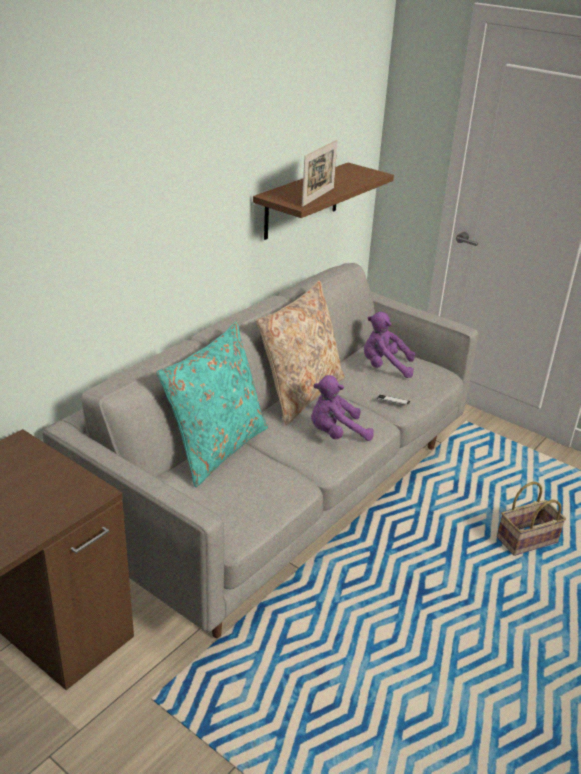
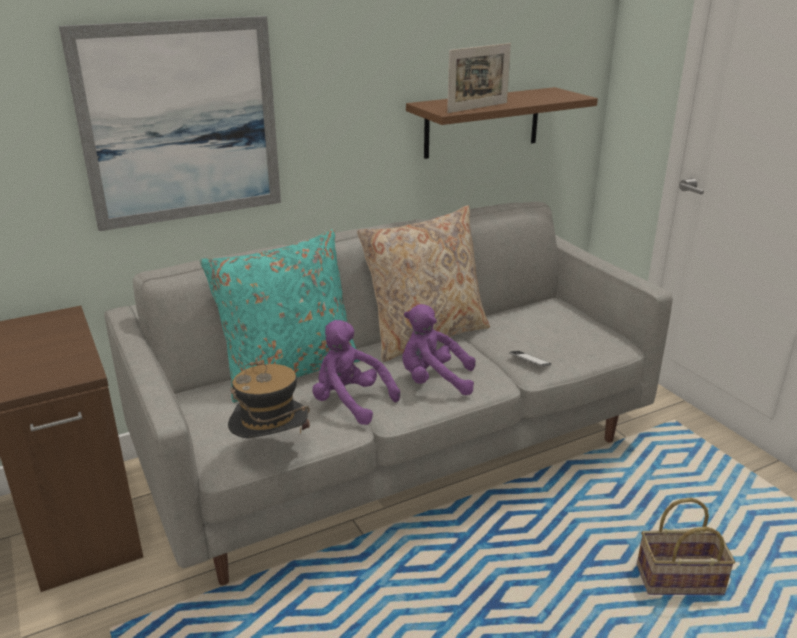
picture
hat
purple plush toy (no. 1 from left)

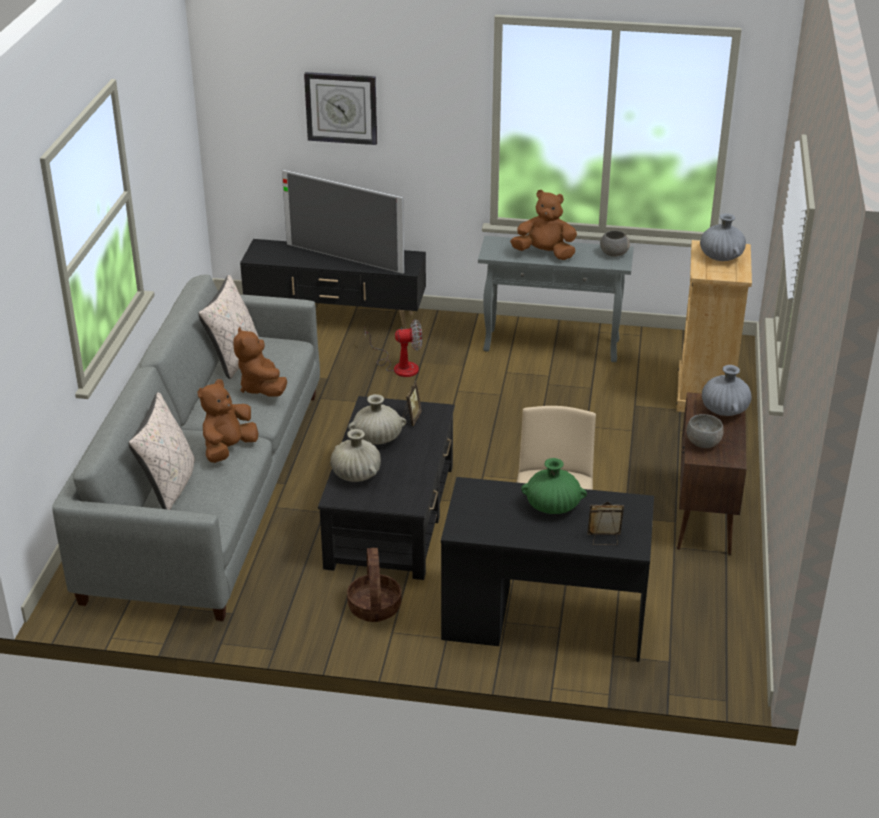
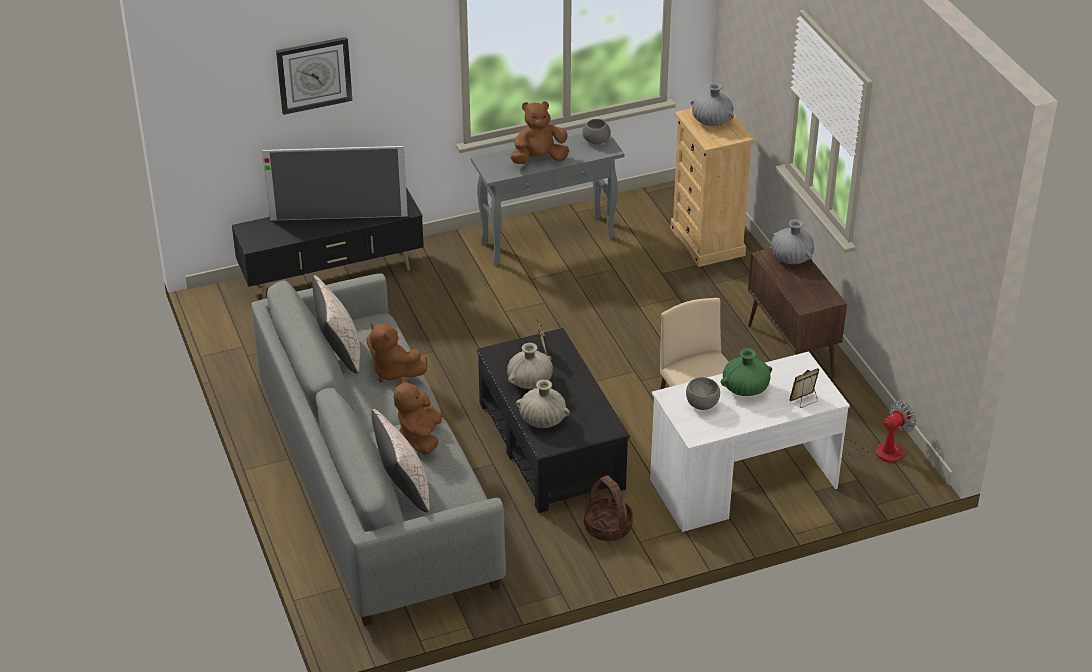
white desk
grey bowl (no. 2 from left)
fan

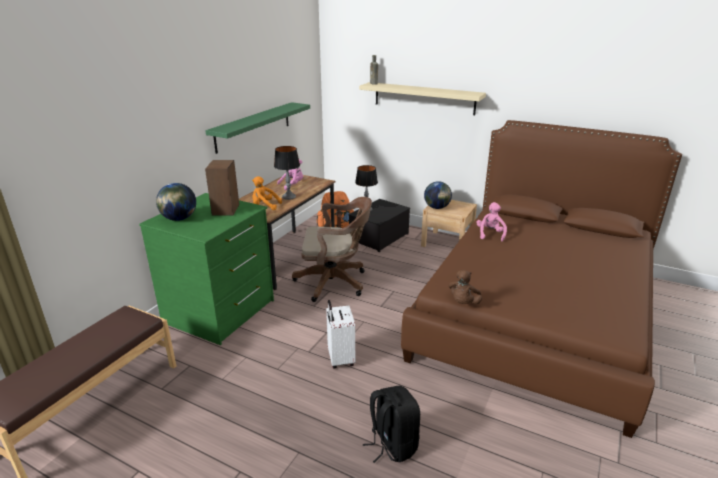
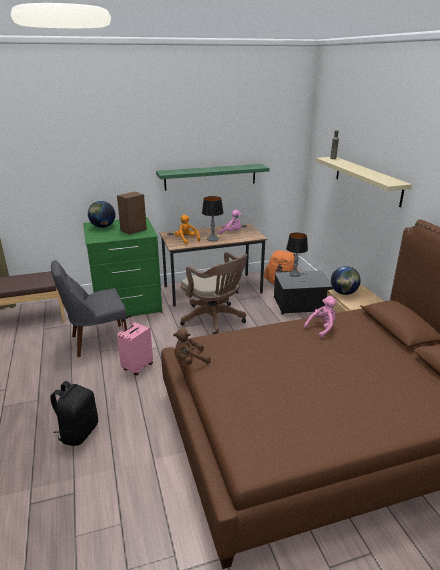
grey chair
pink suitcase

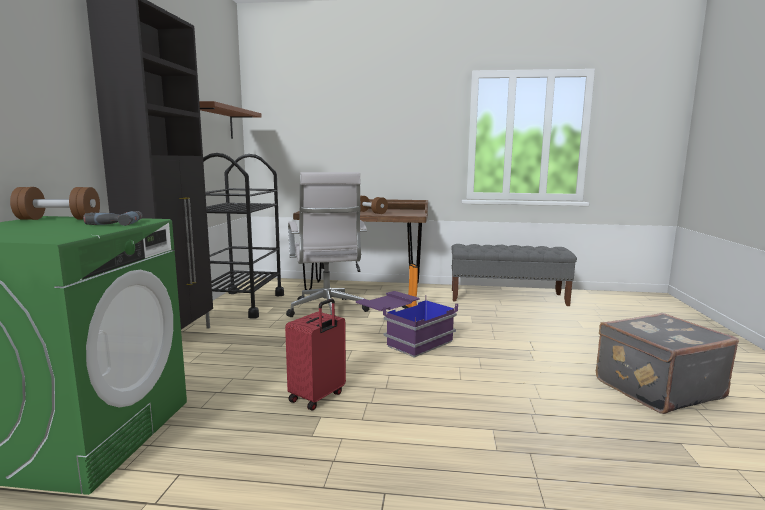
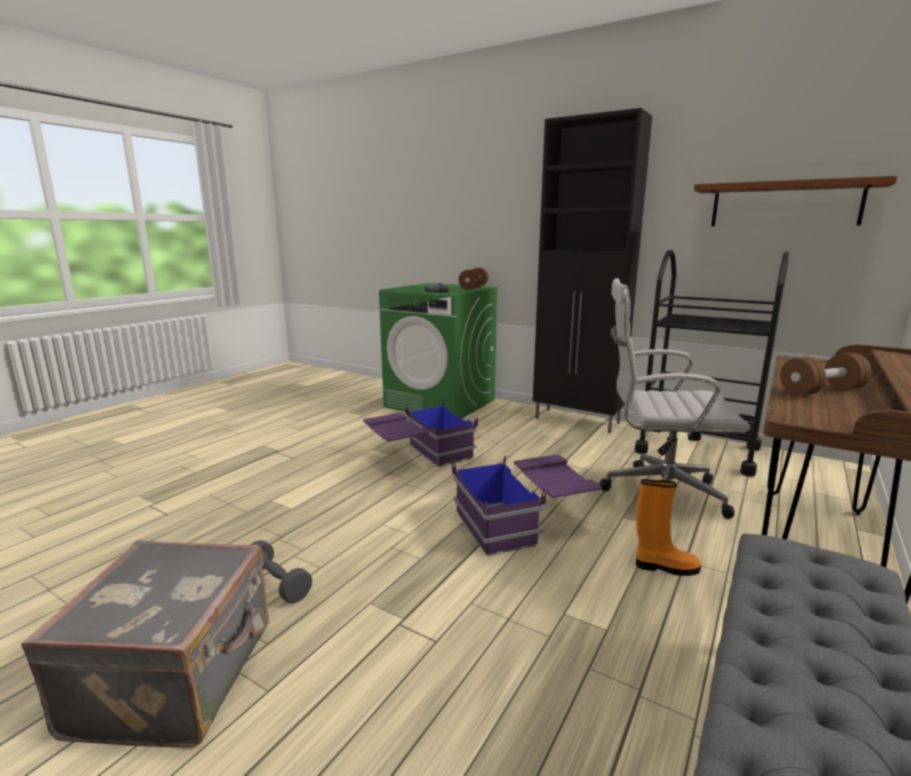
grey dumbbell
purple storage box (no. 1 from left)

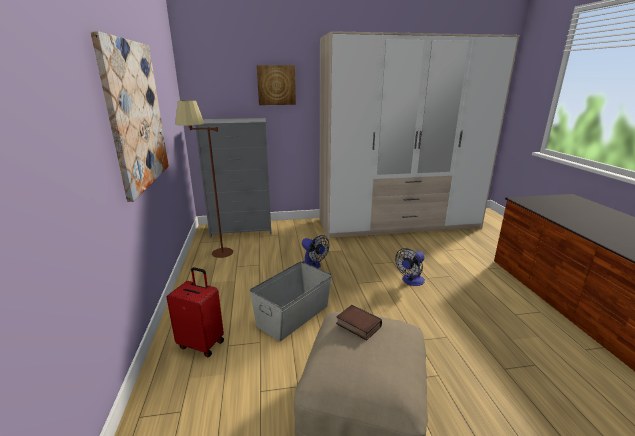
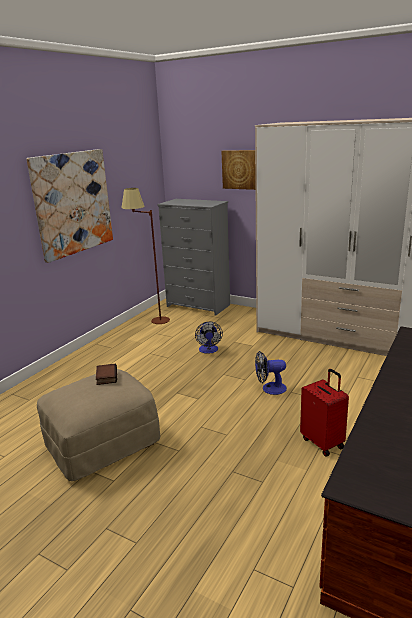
red suitcase
grey storage box

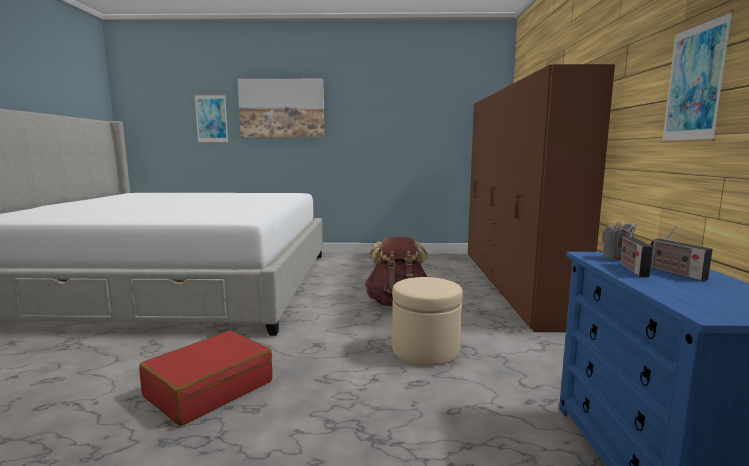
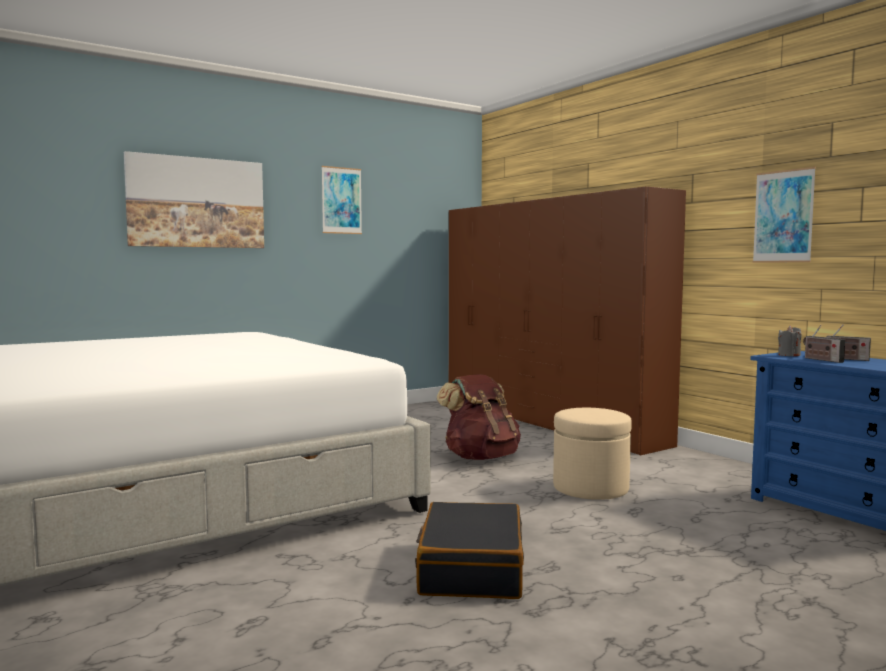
picture (no. 2 from left)
black suitcase

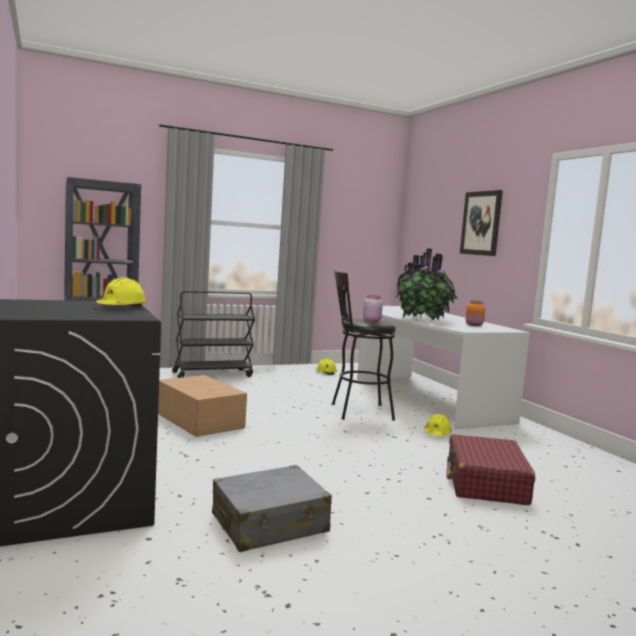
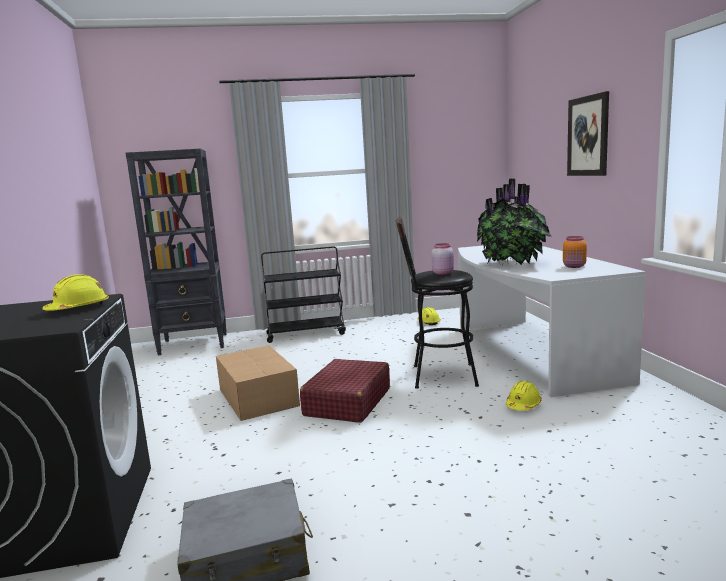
red suitcase

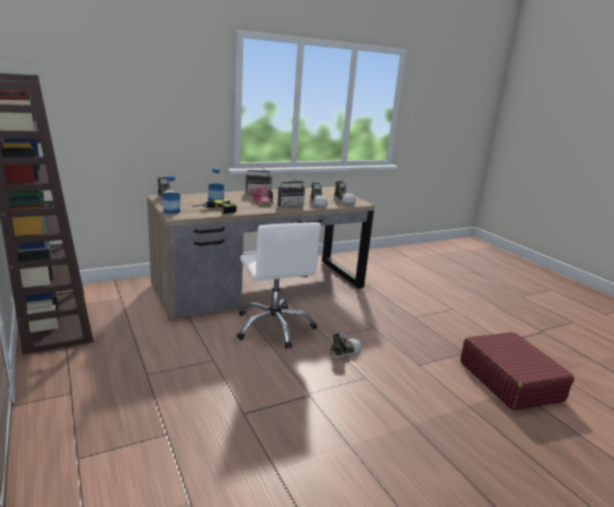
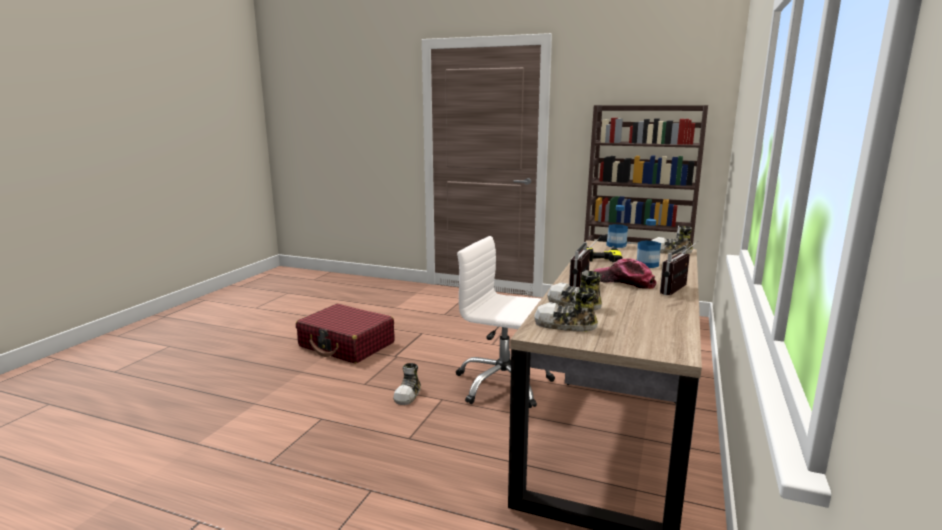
red suitcase

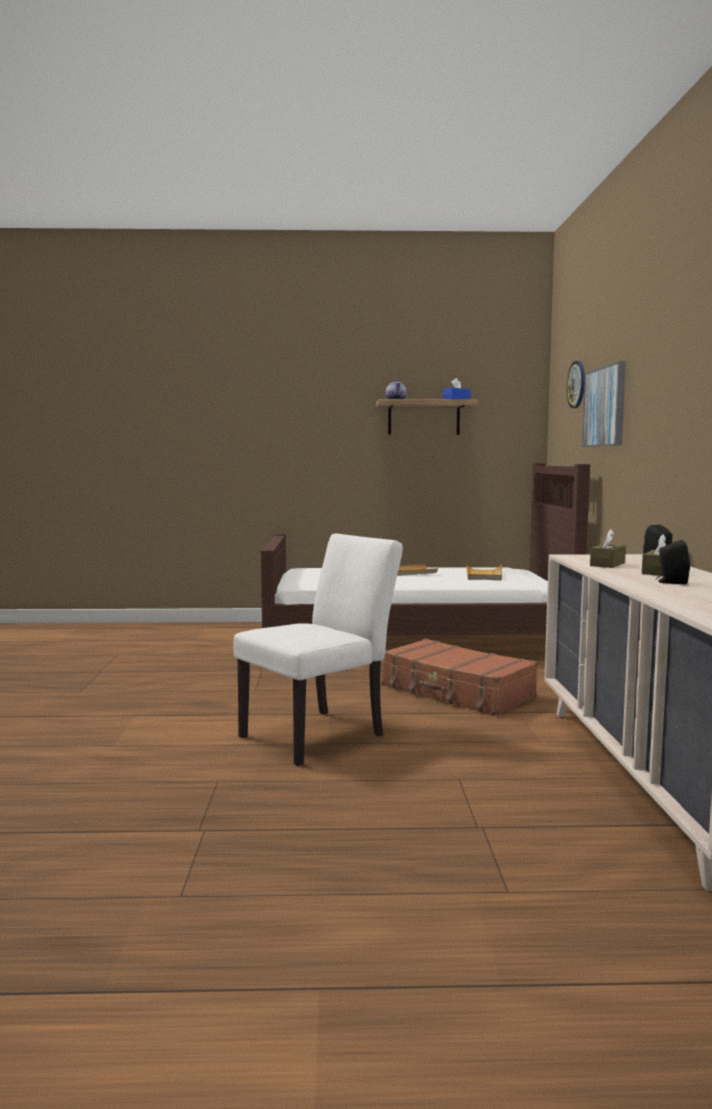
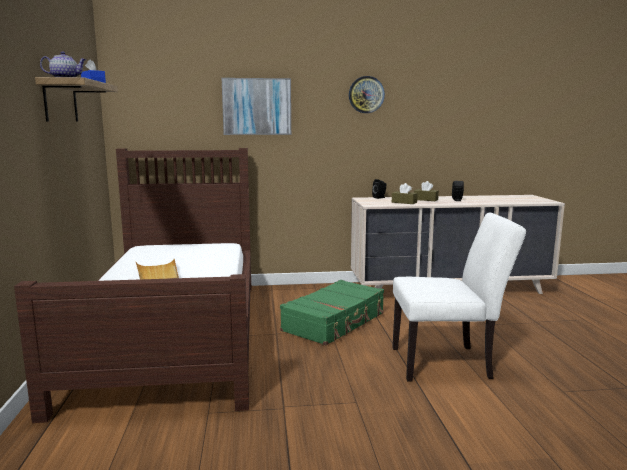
green suitcase
wall clock
white chair
beige tray (no. 2 from left in the first image)

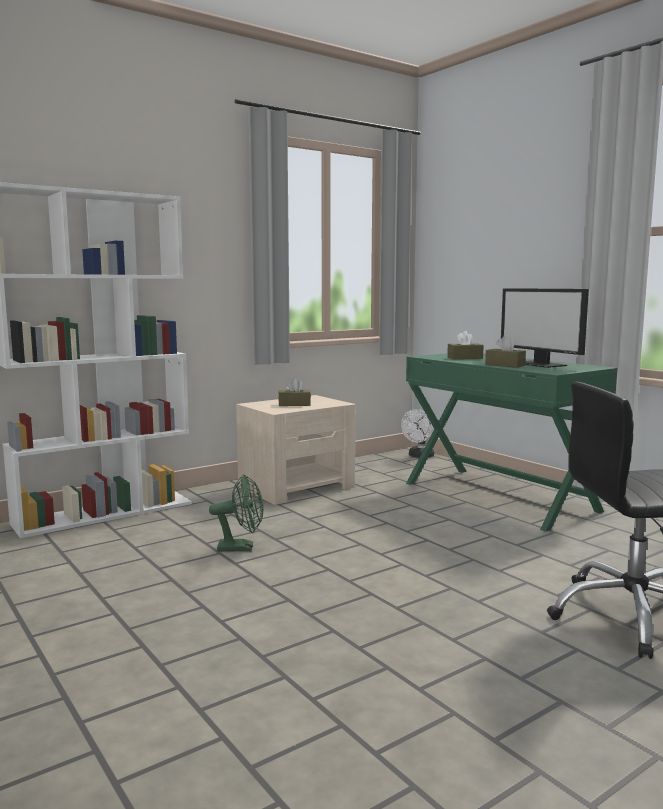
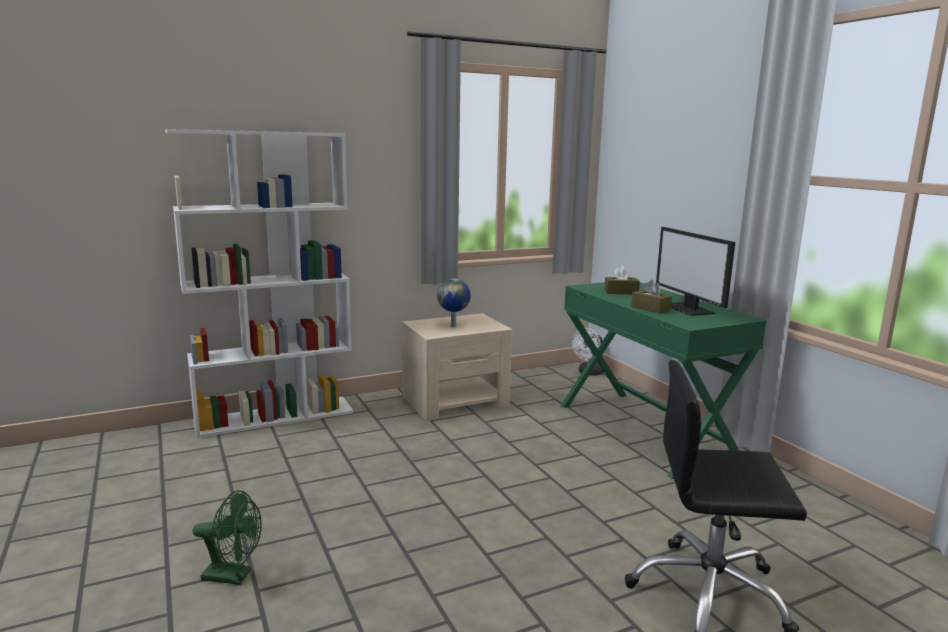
green fan
globe

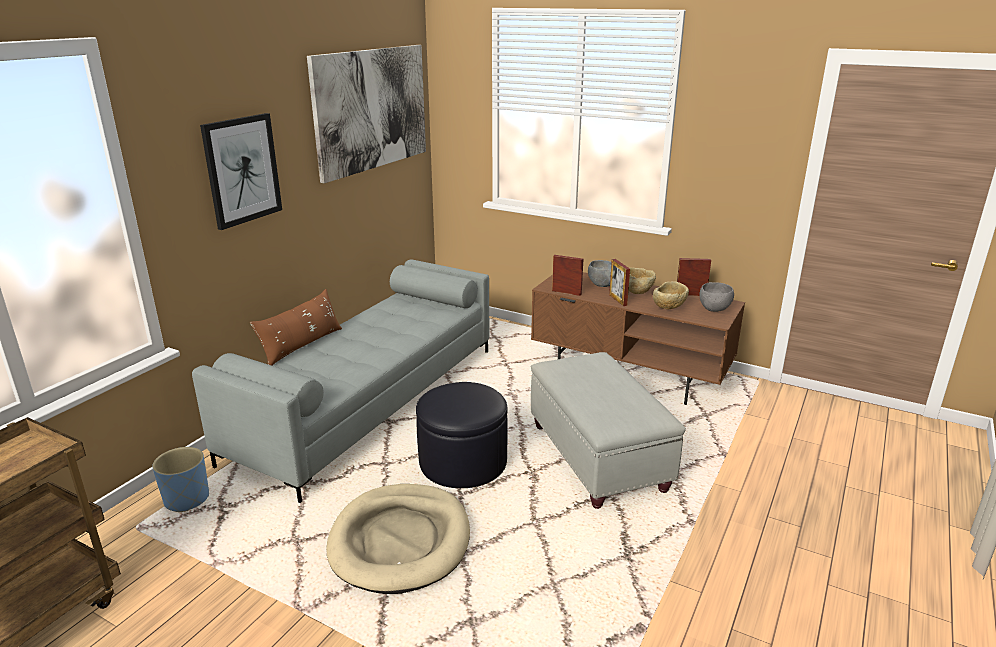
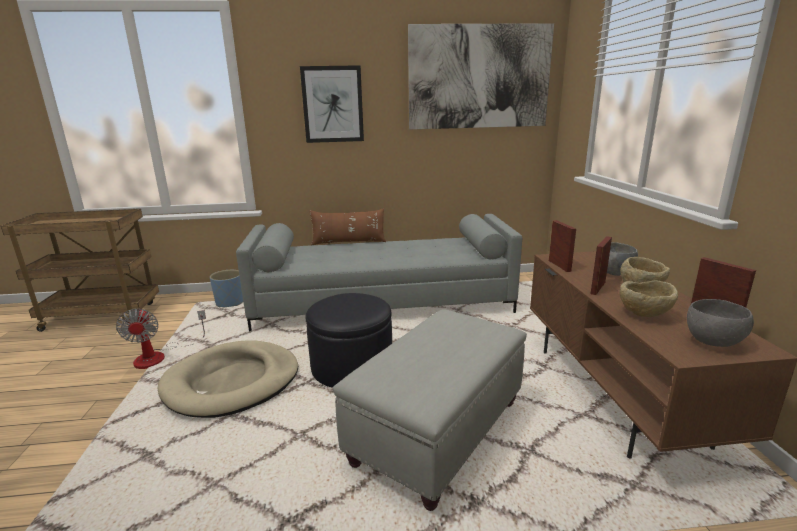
fan

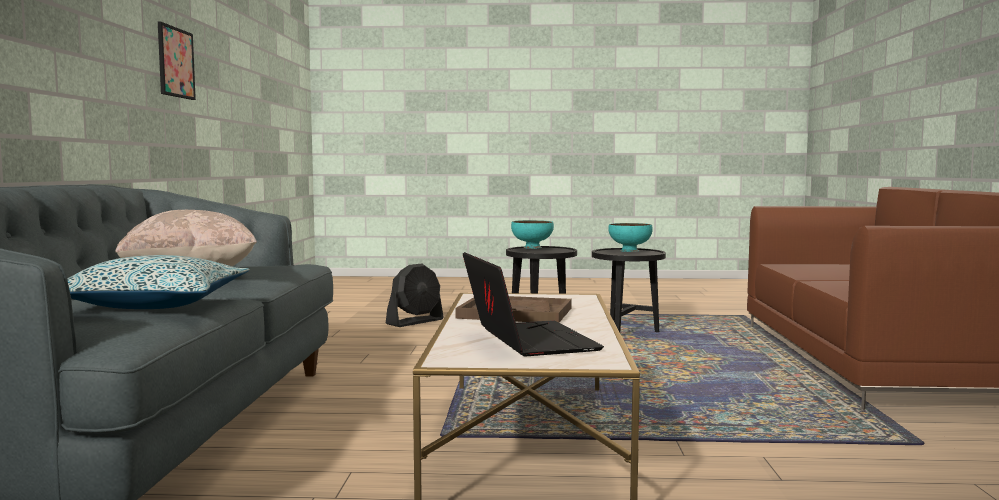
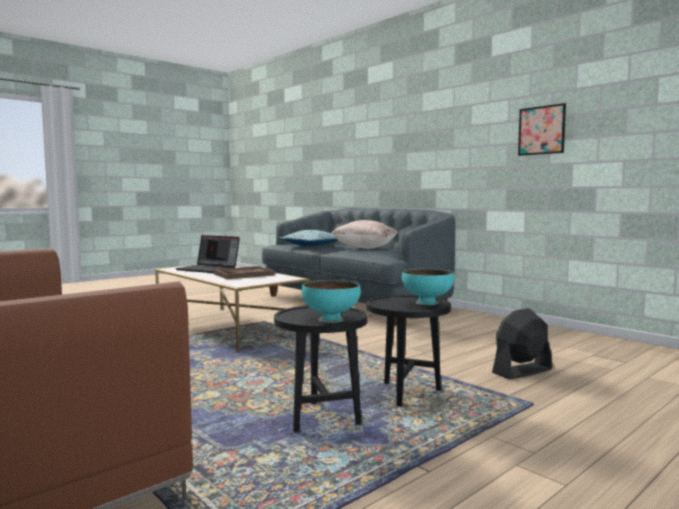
black fan

